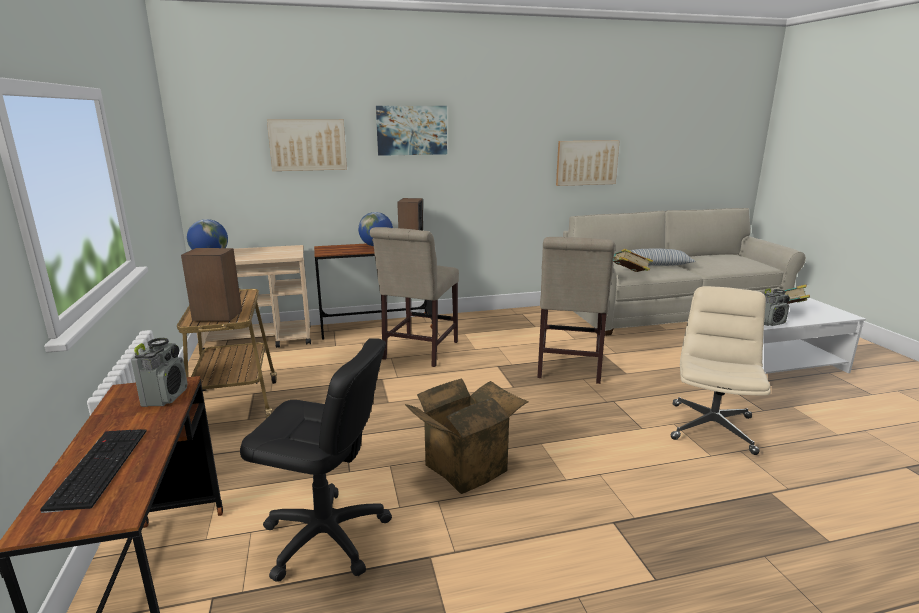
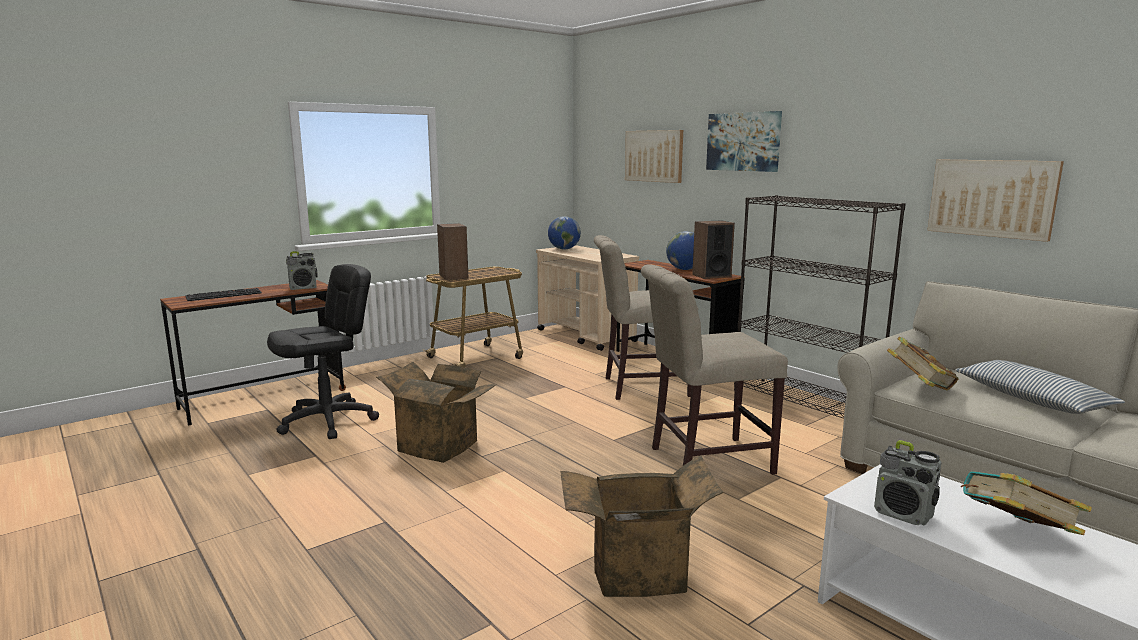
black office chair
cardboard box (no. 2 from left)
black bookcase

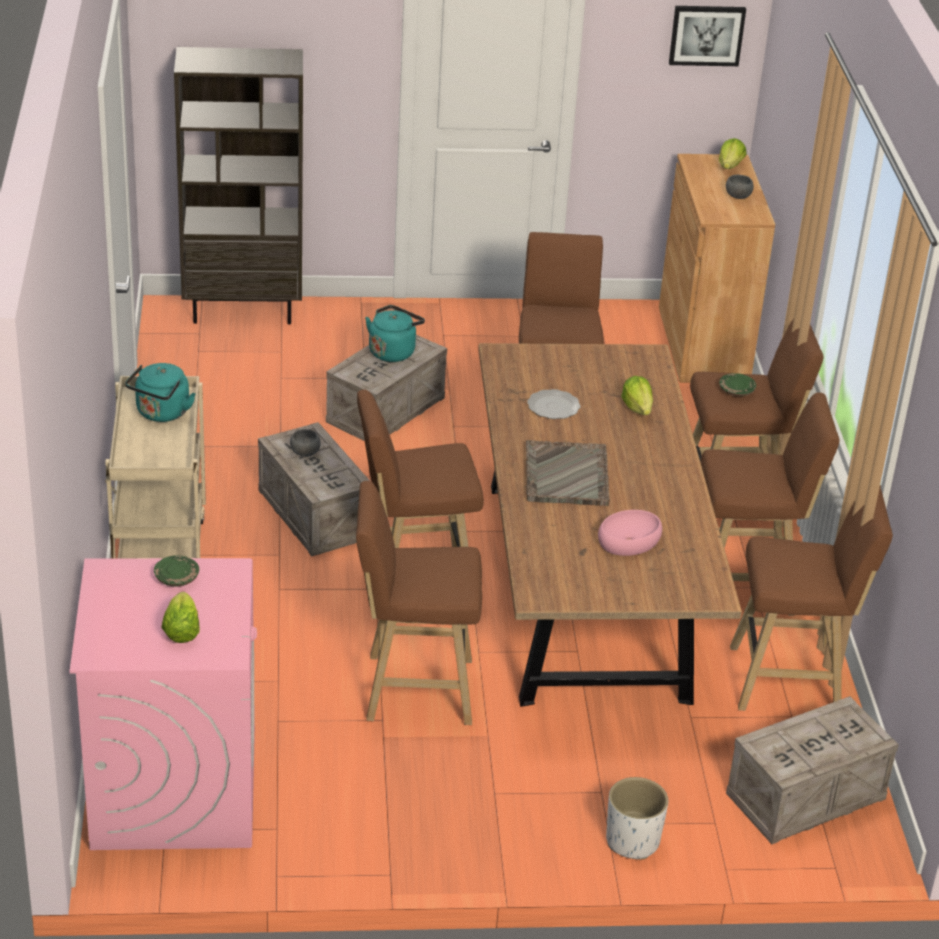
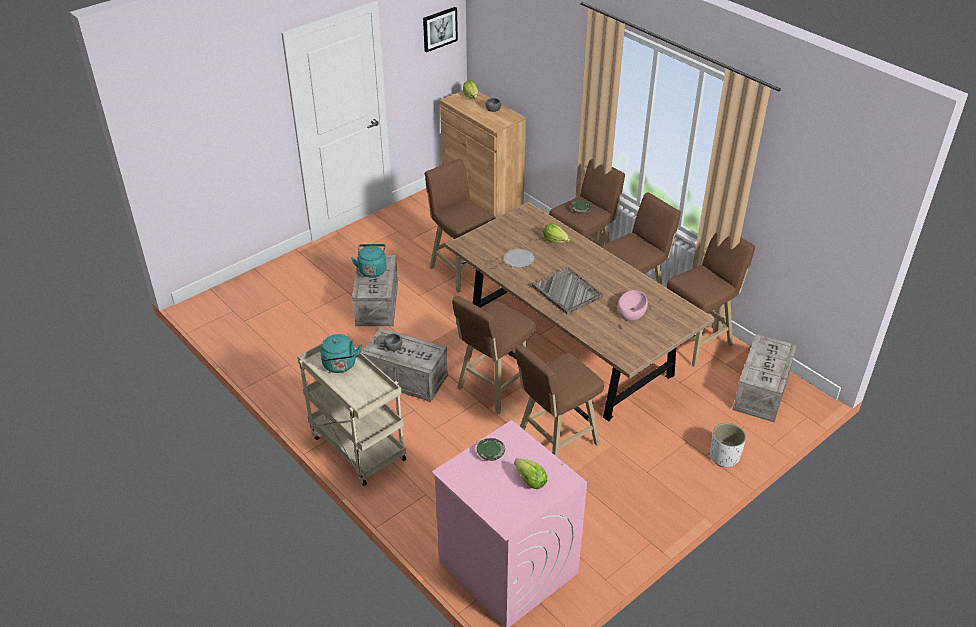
brown bookcase

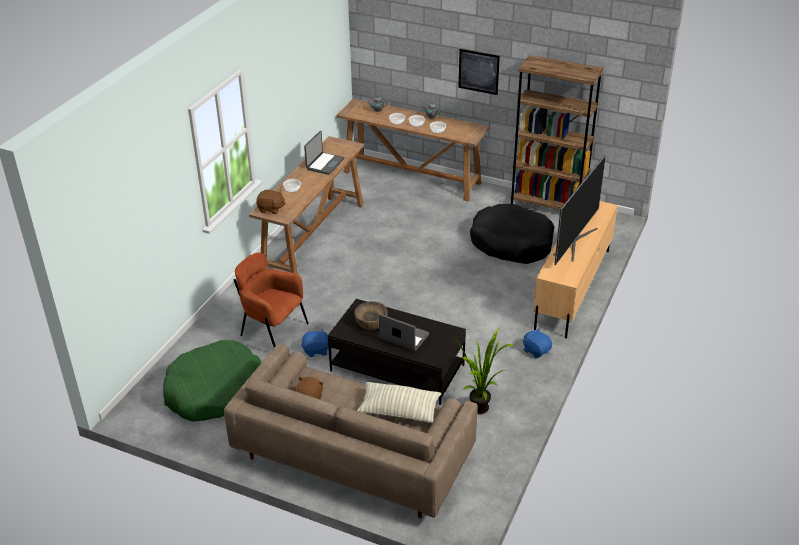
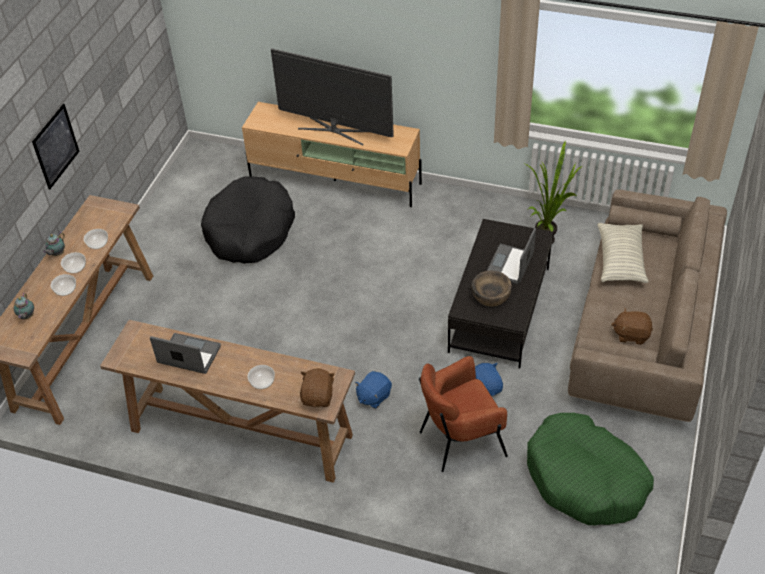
blue plush toy (no. 1 from left)
brown armchair
brown bookcase

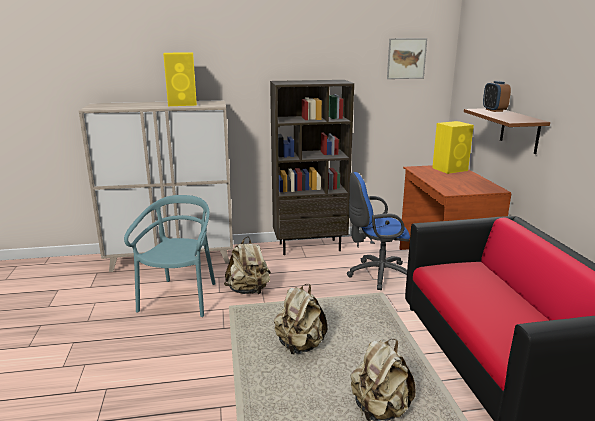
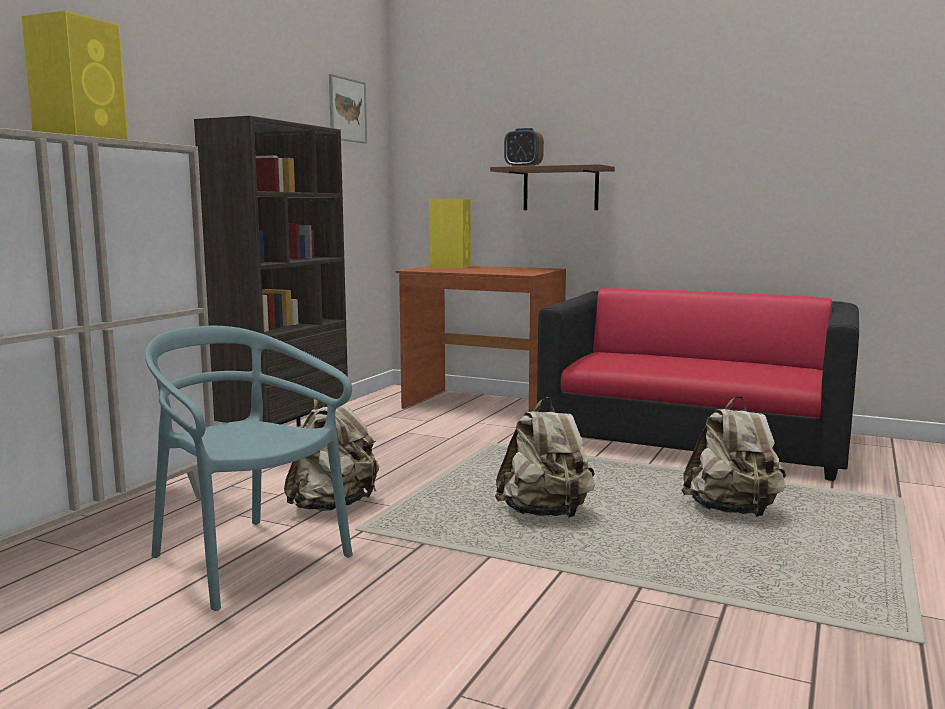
blue office chair

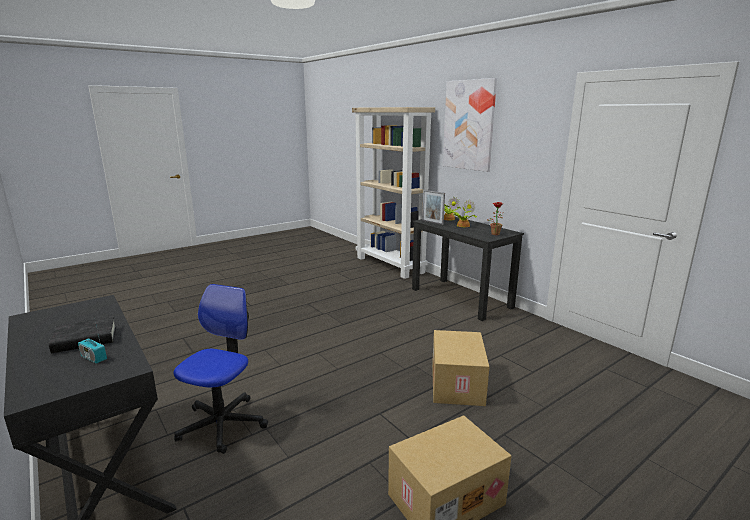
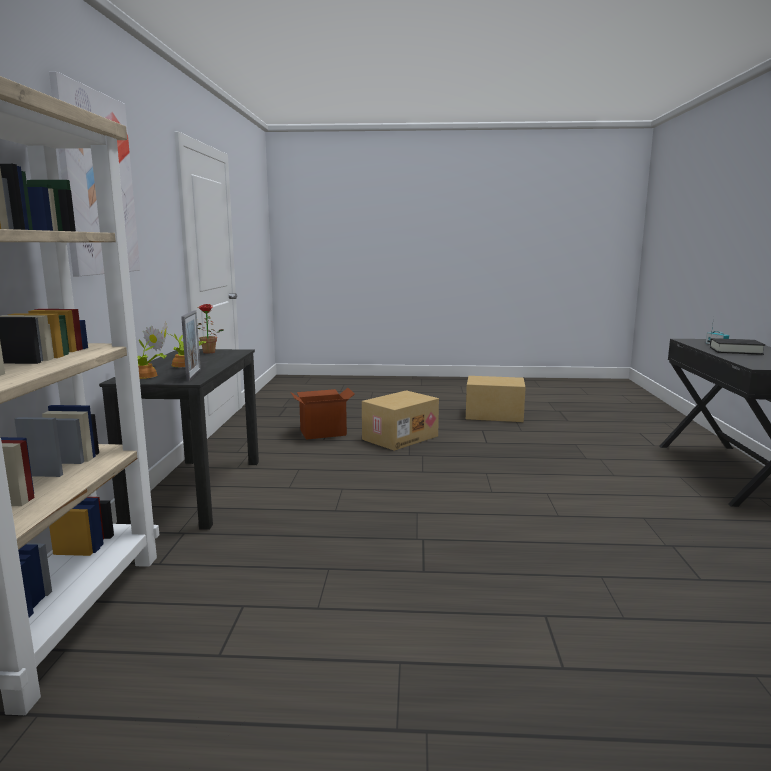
cardboard box (no. 1 from left)
office chair

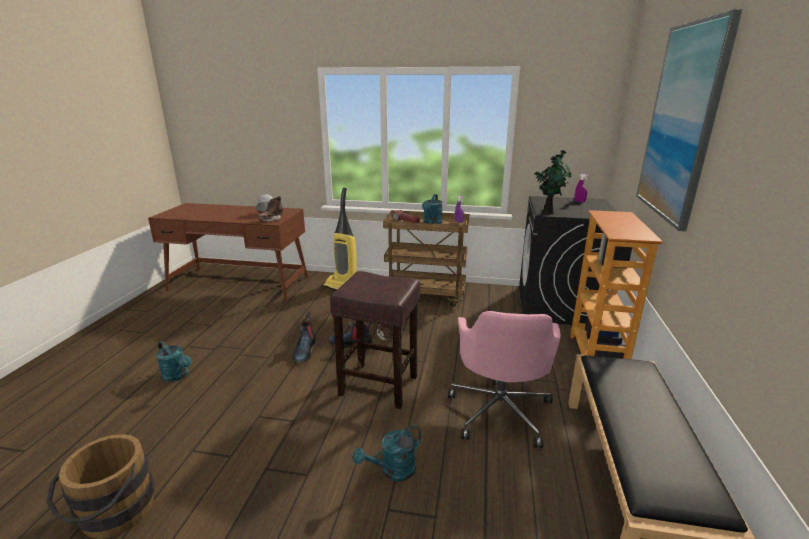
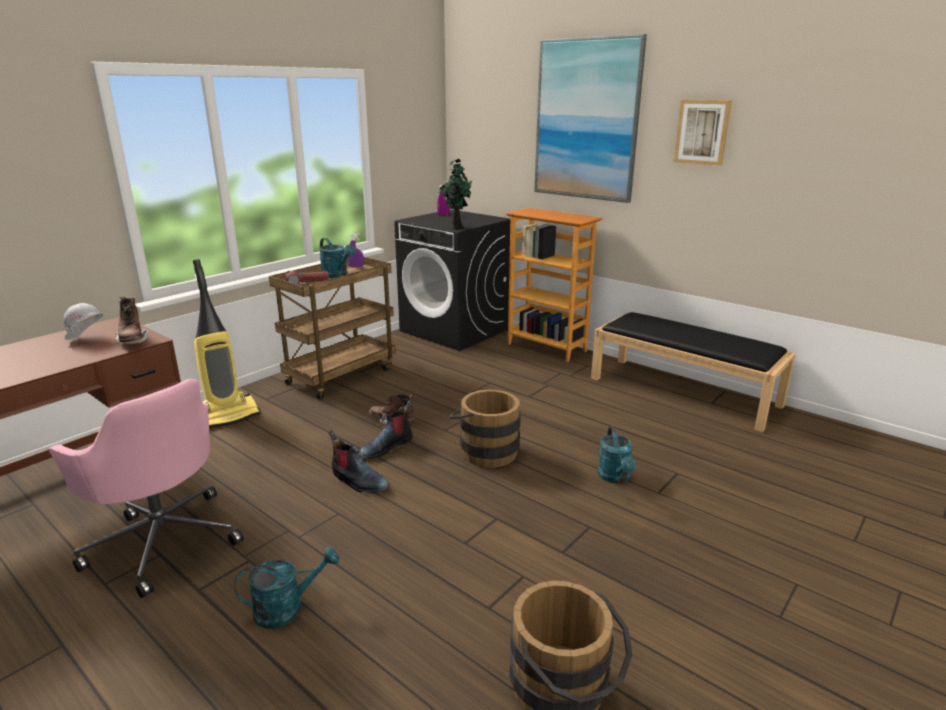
pink office chair
brown bucket (no. 1 from left)
picture (no. 2 from left)

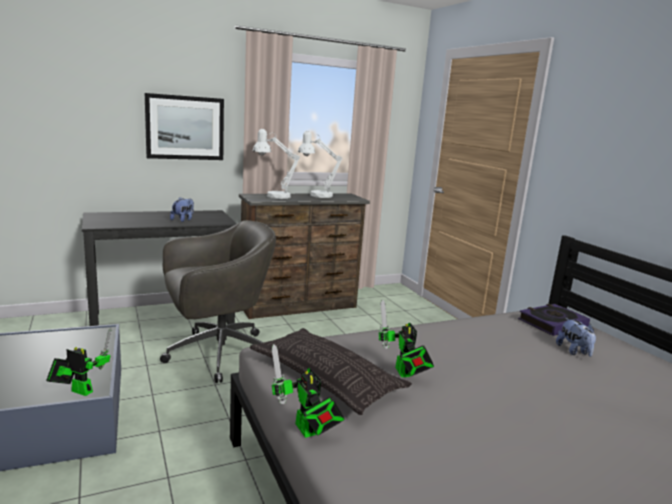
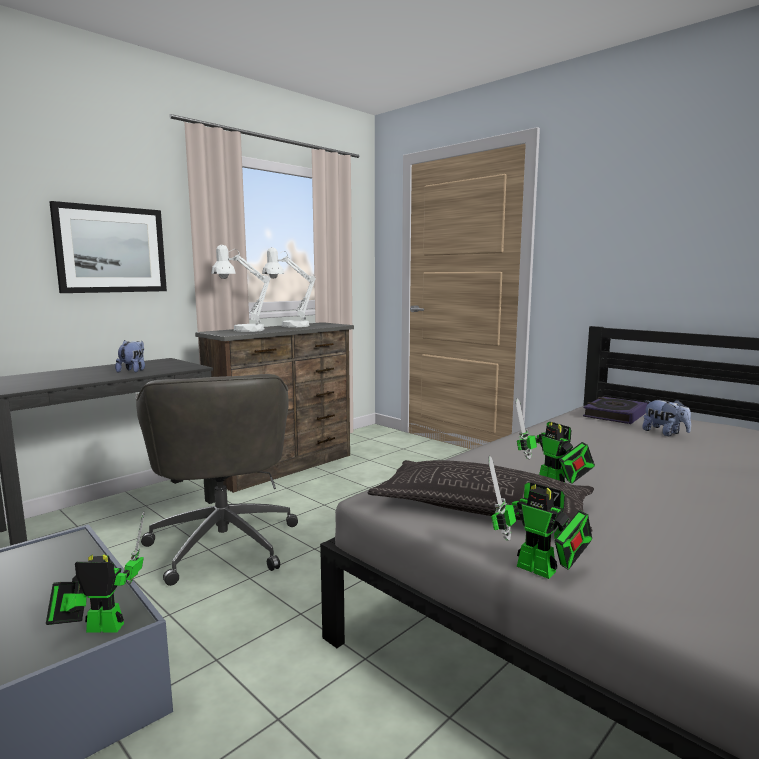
grey office chair

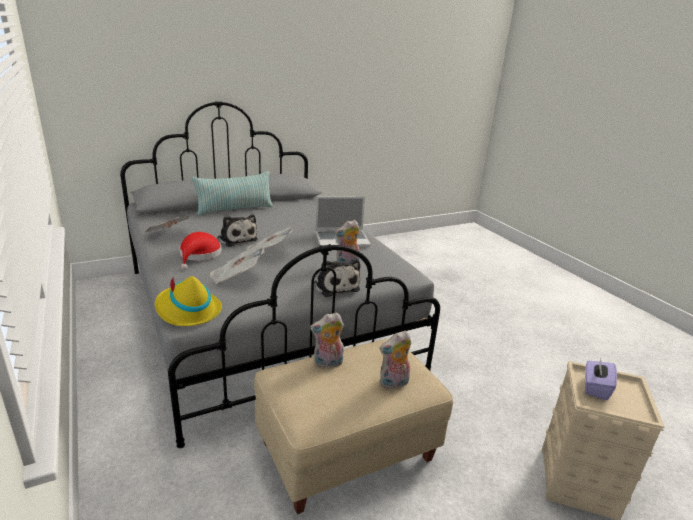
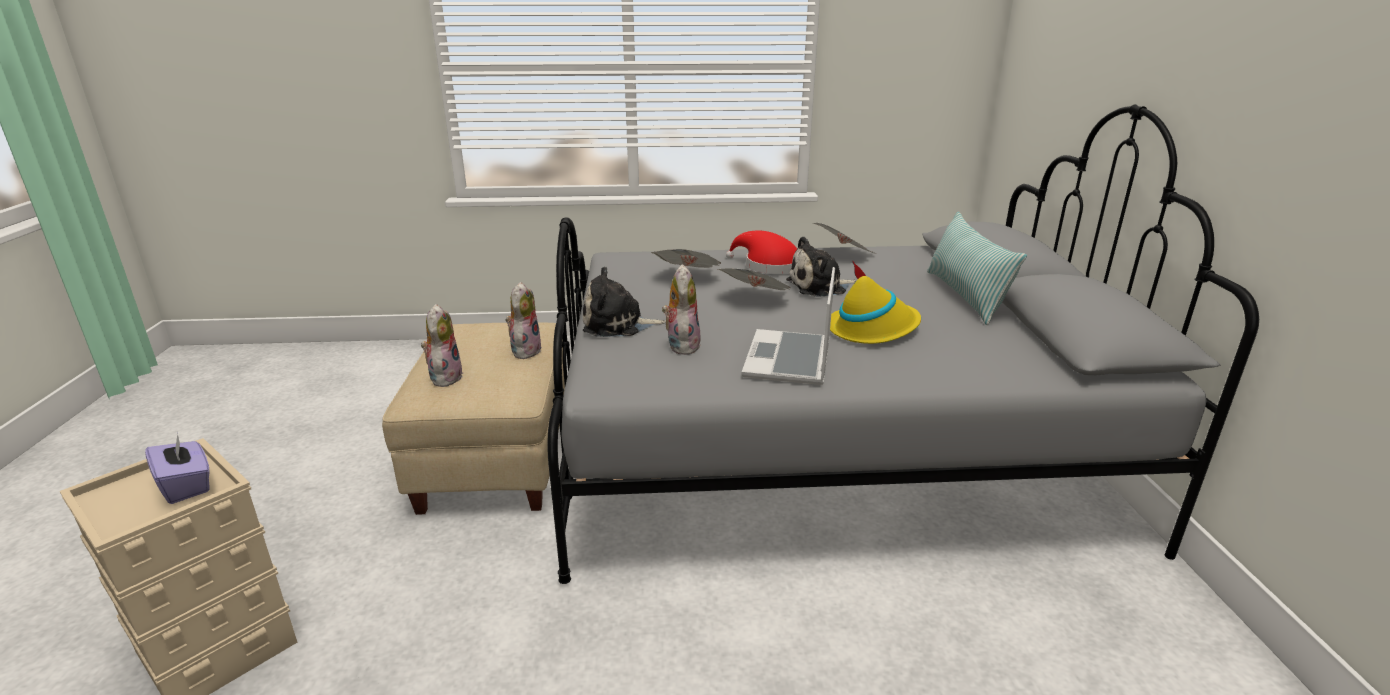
yellow hat

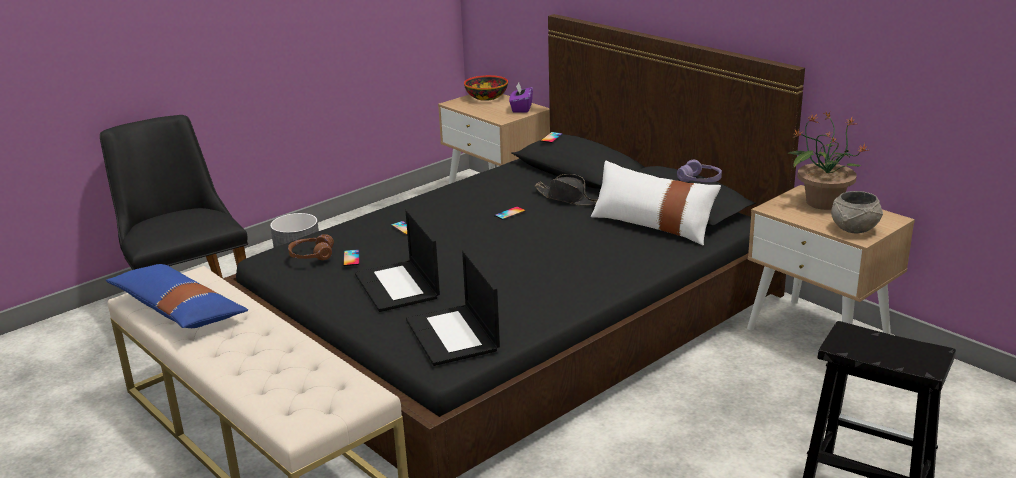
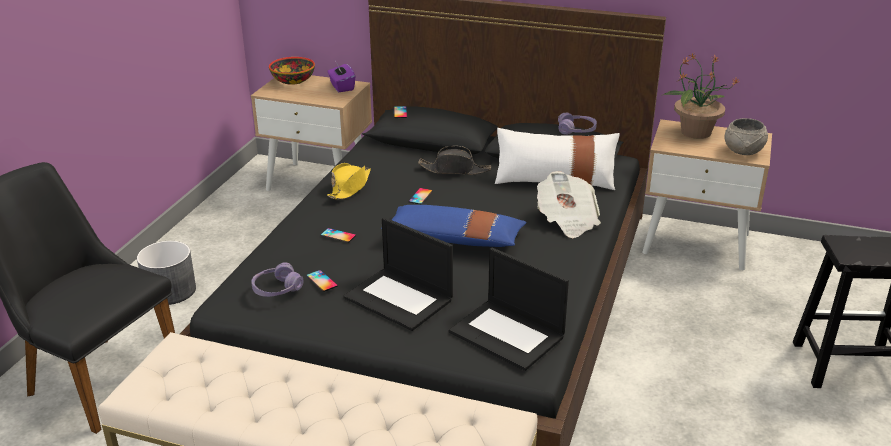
purple headphones (no. 1 from left)
yellow hat
blue pillow
newspaper

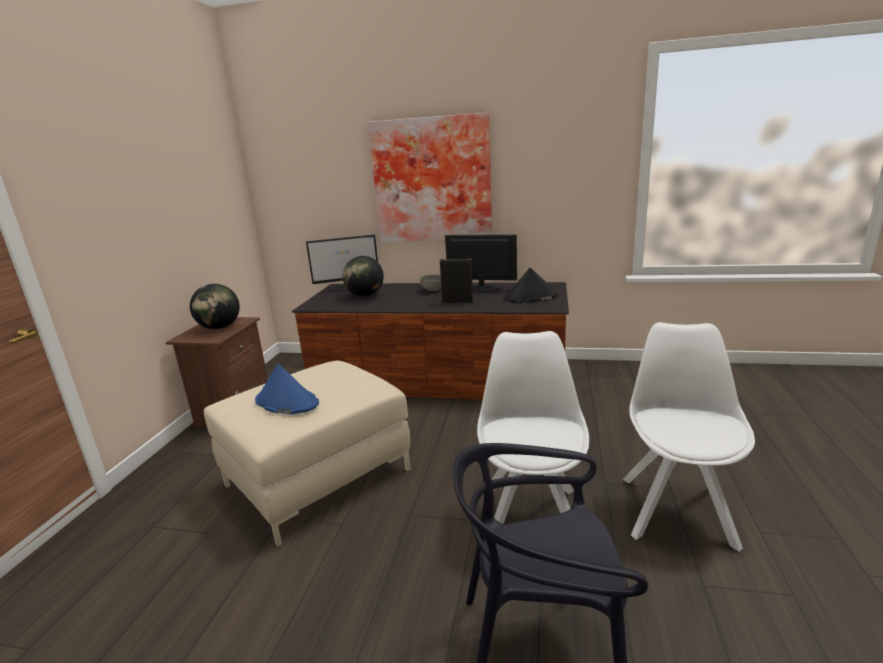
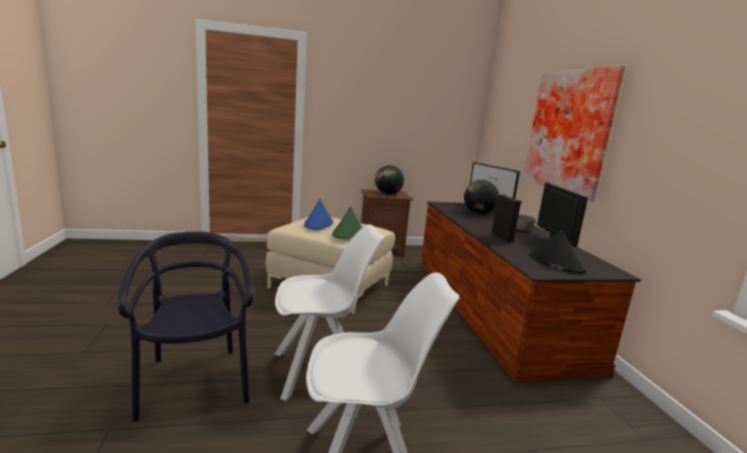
green hat

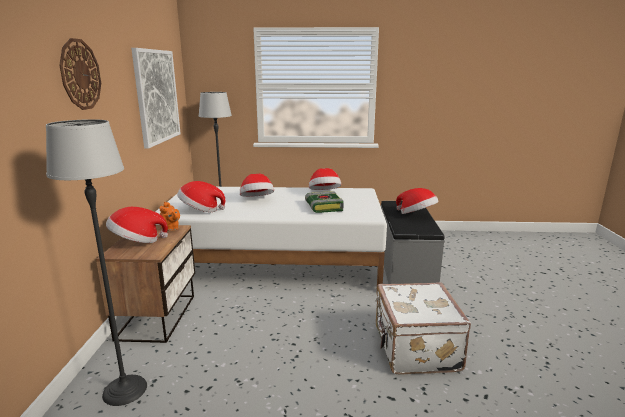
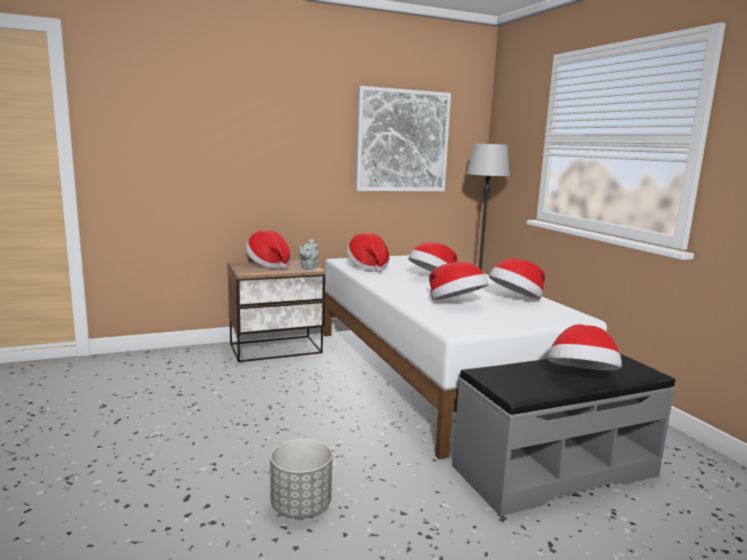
grey planter
grey teapot
hat (no. 4 from left)
floor lamp (no. 1 from left in the first image)
wall clock

